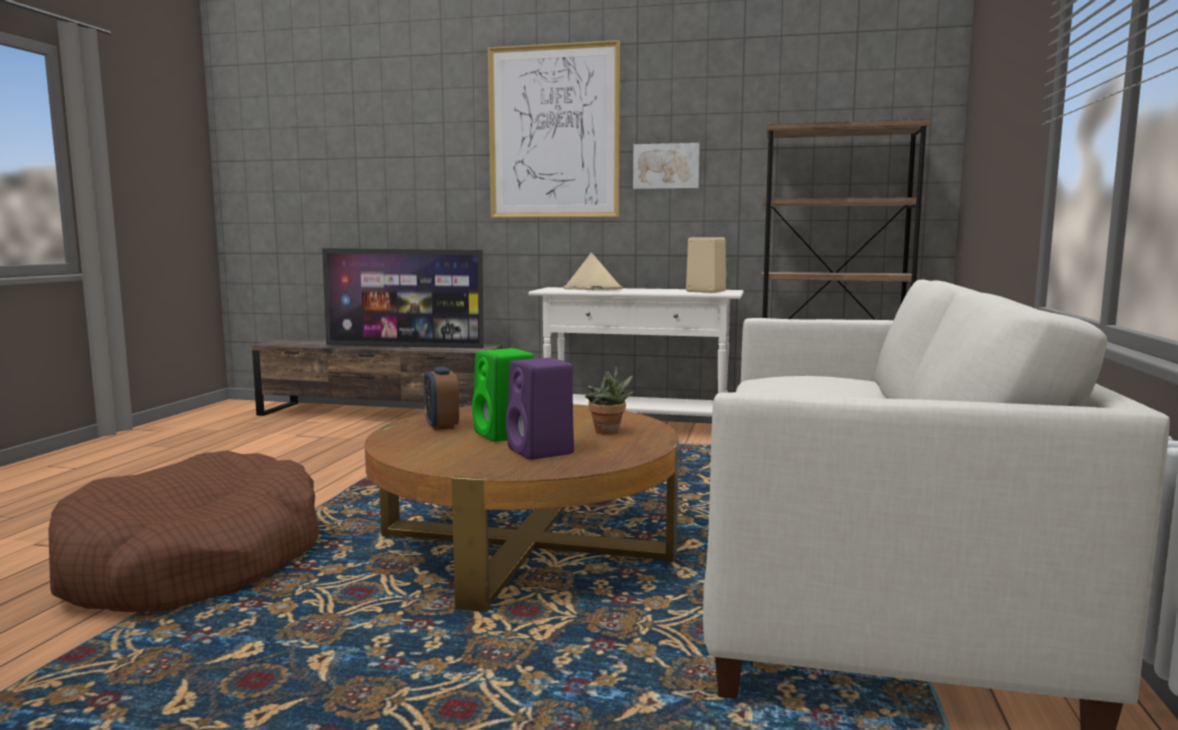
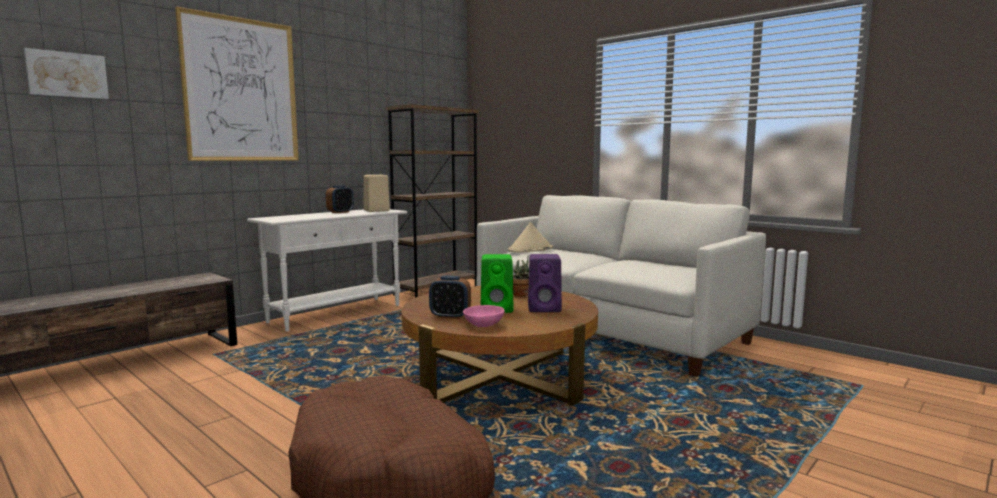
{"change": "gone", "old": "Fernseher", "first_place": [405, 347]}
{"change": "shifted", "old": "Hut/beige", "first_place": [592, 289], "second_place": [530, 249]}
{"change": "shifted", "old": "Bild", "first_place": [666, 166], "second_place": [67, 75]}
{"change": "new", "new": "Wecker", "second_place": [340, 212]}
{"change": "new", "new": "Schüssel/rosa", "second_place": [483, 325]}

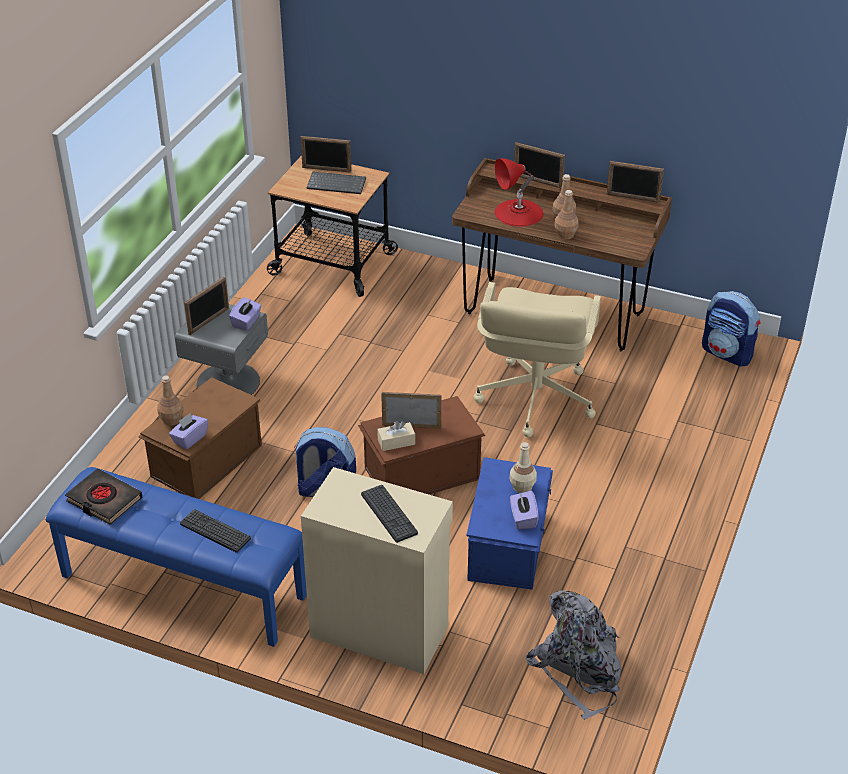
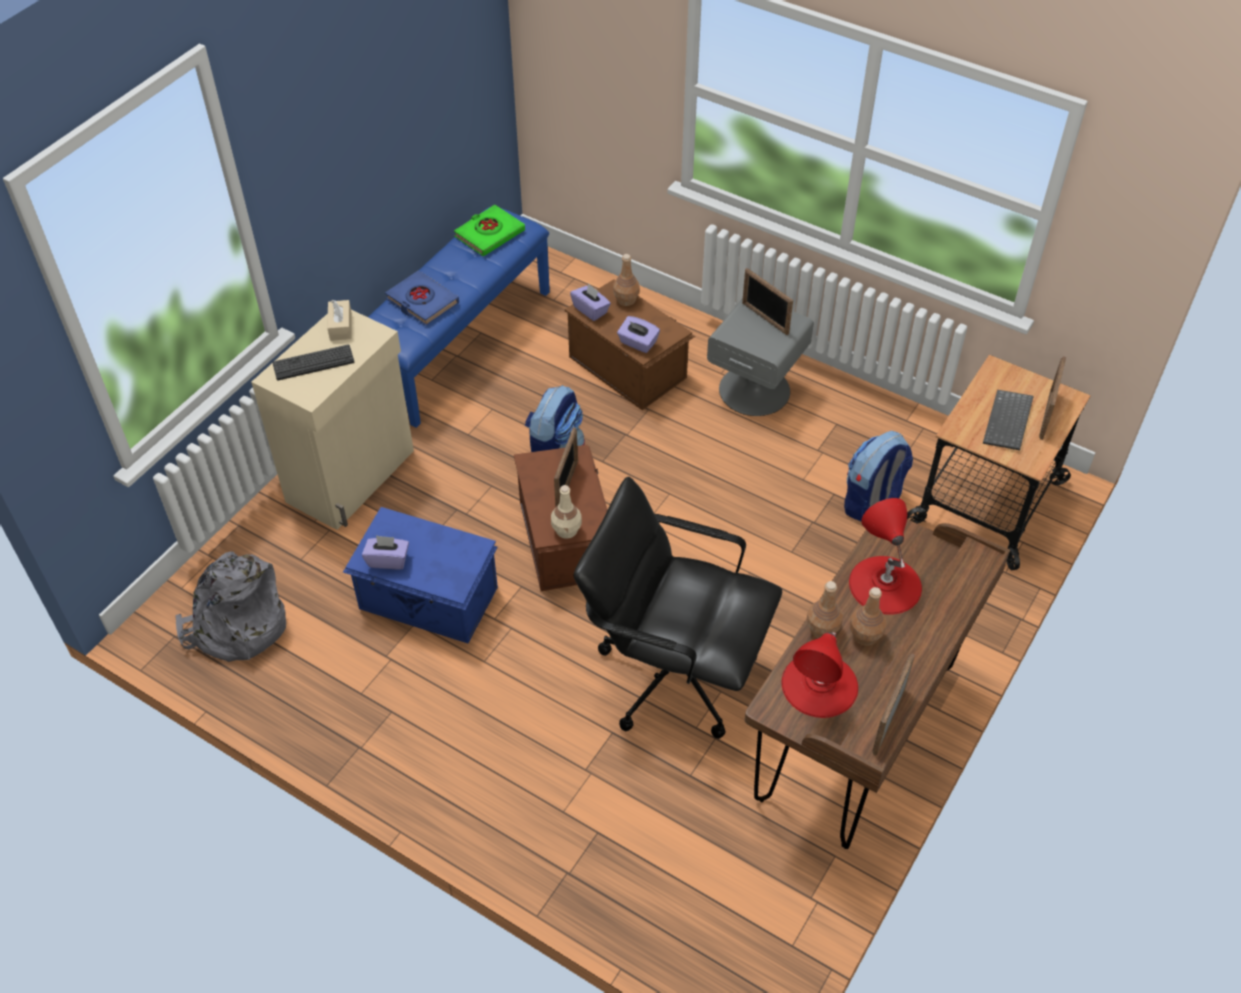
{"change": "repainted", "old": "Buch/schwarz", "new": "Buch/grün", "first_place": [104, 500], "second_place": [489, 234]}
{"change": "swapped", "old": "Tastatur", "new": "Buch/blau", "first_place": [215, 531], "second_place": [422, 302]}
{"change": "shifted", "old": "Taschentuchbox/lila", "first_place": [246, 322], "second_place": [638, 343]}
{"change": "shifted", "old": "Taschentuchbox/beige", "first_place": [396, 442], "second_place": [340, 326]}
{"change": "repainted", "old": "Bürostuhl/beige", "new": "Bürostuhl/schwarz", "first_place": [534, 399], "second_place": [674, 674]}
{"change": "shifted", "old": "Flasche/beige", "first_place": [522, 487], "second_place": [567, 530]}
{"change": "gone", "old": "Bilderrahmen", "first_place": [537, 181]}
{"change": "shifted", "old": "Rucksack", "first_place": [727, 353], "second_place": [872, 502]}
{"change": "new", "new": "Tischlampe/rot", "second_place": [820, 685]}

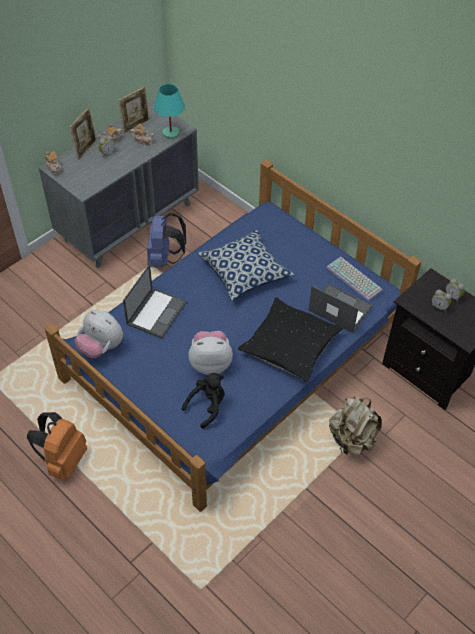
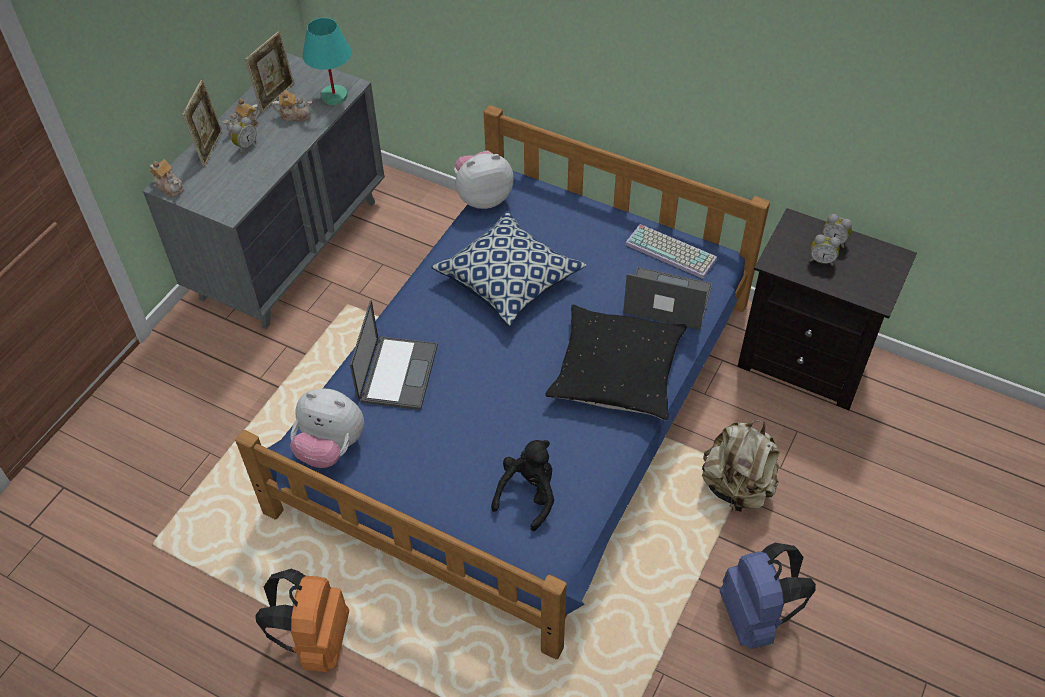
{"change": "shifted", "old": "Rucksack/blau", "first_place": [165, 258], "second_place": [755, 617]}
{"change": "shifted", "old": "Plüschtier", "first_place": [210, 363], "second_place": [483, 197]}

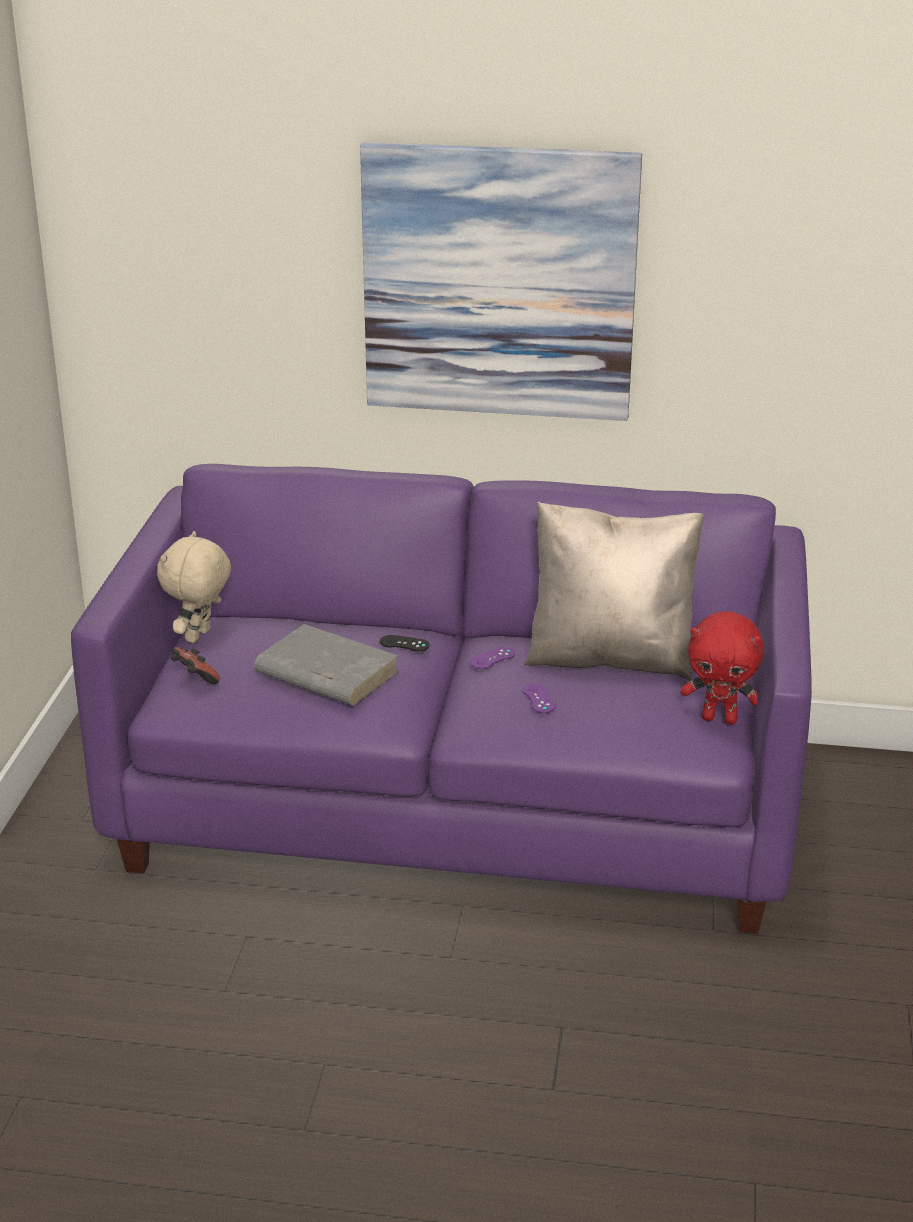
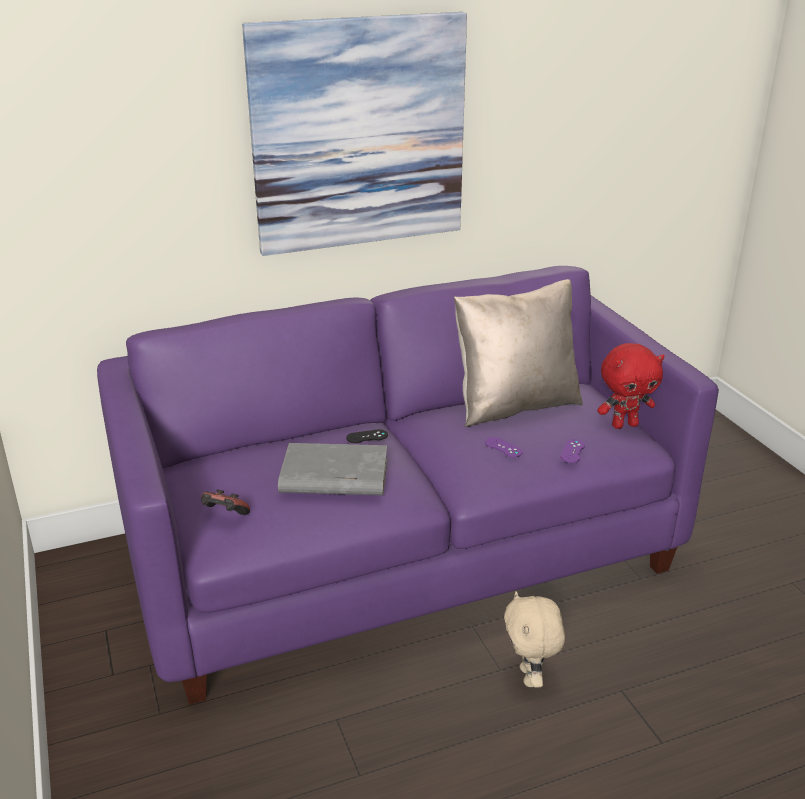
{"change": "shifted", "old": "Plüschtier/beige", "first_place": [199, 636], "second_place": [530, 677]}
{"change": "shifted", "old": "Gamepad/lila", "first_place": [493, 658], "second_place": [572, 451]}

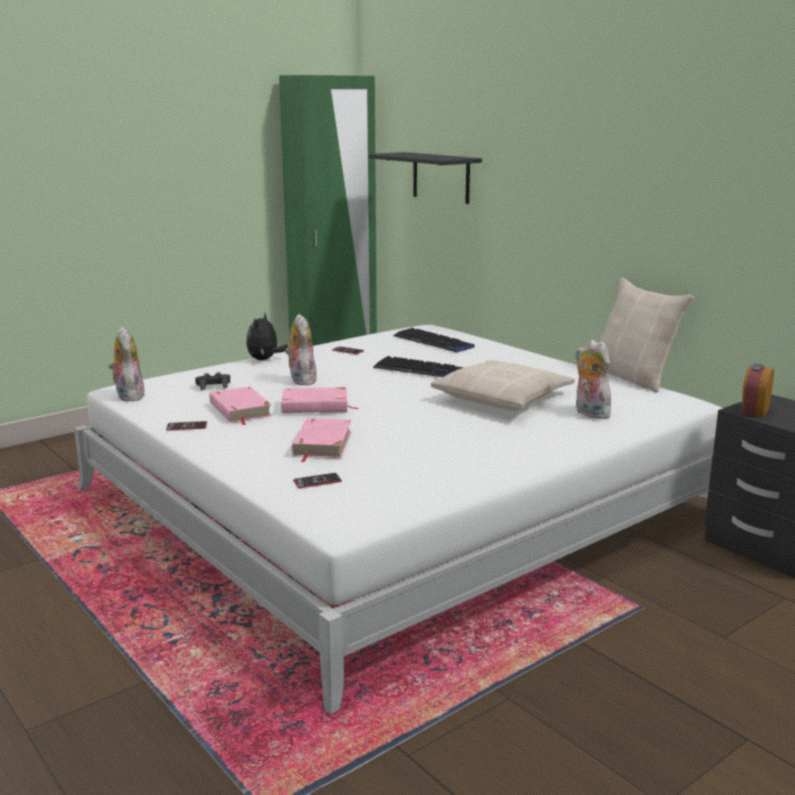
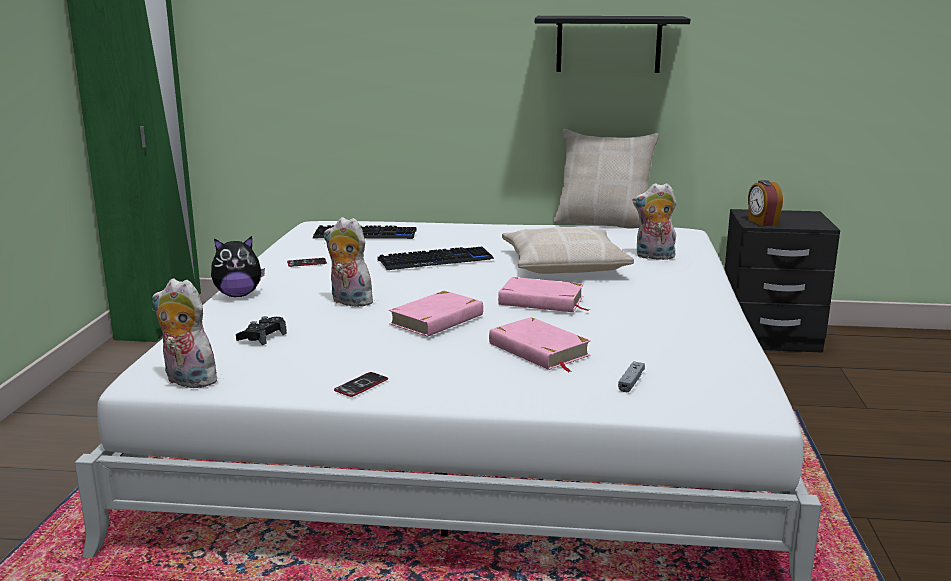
{"change": "shifted", "old": "Buch/rosa", "first_place": [240, 410], "second_place": [541, 301]}
{"change": "rotated", "old": "Plüschtier", "first_place": [265, 359], "second_place": [238, 295], "degrees": -75}
{"change": "swapped", "old": "Handy", "new": "Gamepad/grau", "first_place": [317, 481], "second_place": [631, 382]}
{"change": "shifted", "old": "Wandregal/schwarz", "first_place": [441, 177], "second_place": [608, 44]}

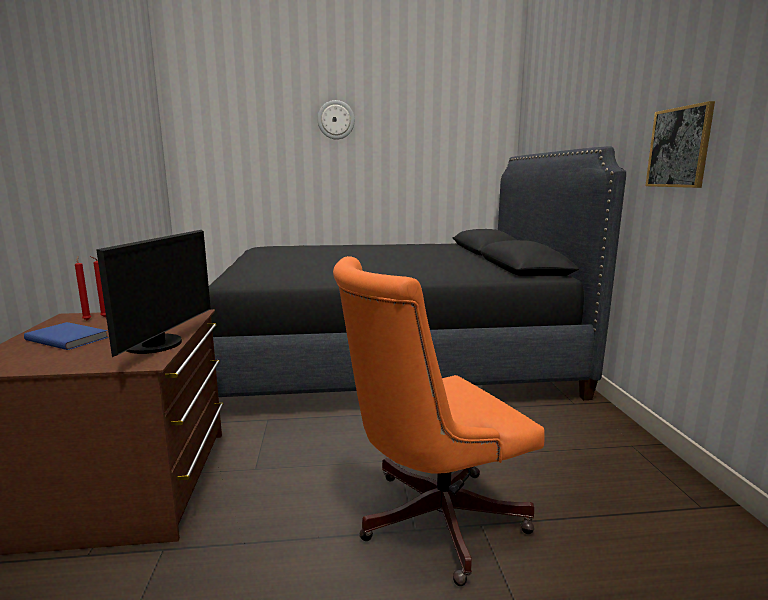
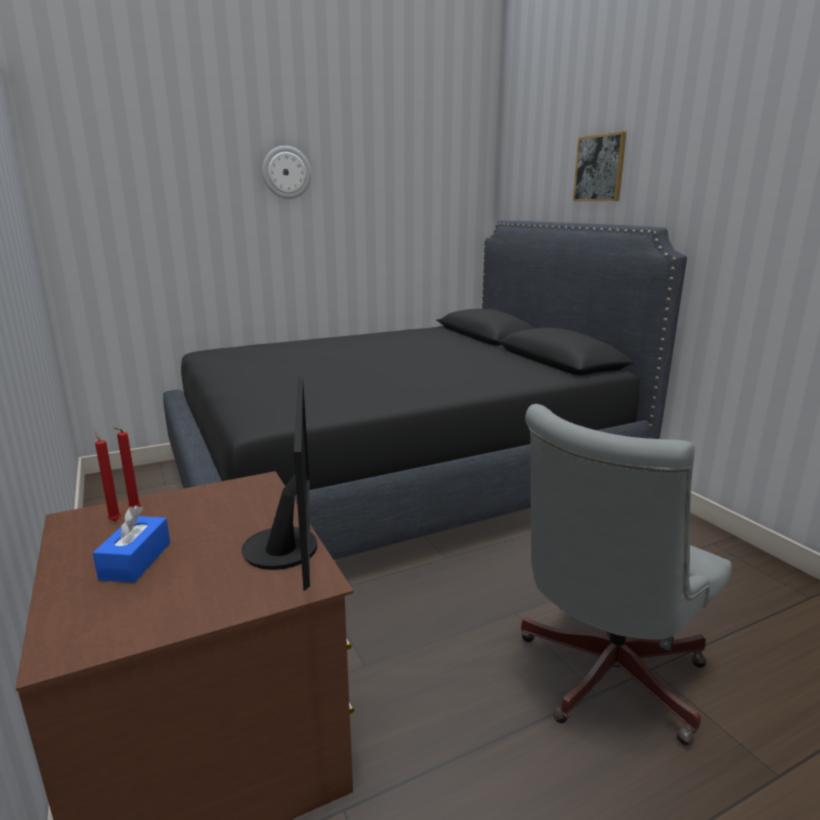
{"change": "swapped", "old": "Buch/blau", "new": "Taschentuchbox/blau", "first_place": [68, 338], "second_place": [136, 561]}
{"change": "repainted", "old": "Bürostuhl/orange", "new": "Bürostuhl/grau", "first_place": [430, 520], "second_place": [603, 678]}
{"change": "shifted", "old": "Bild", "first_place": [679, 147], "second_place": [599, 168]}

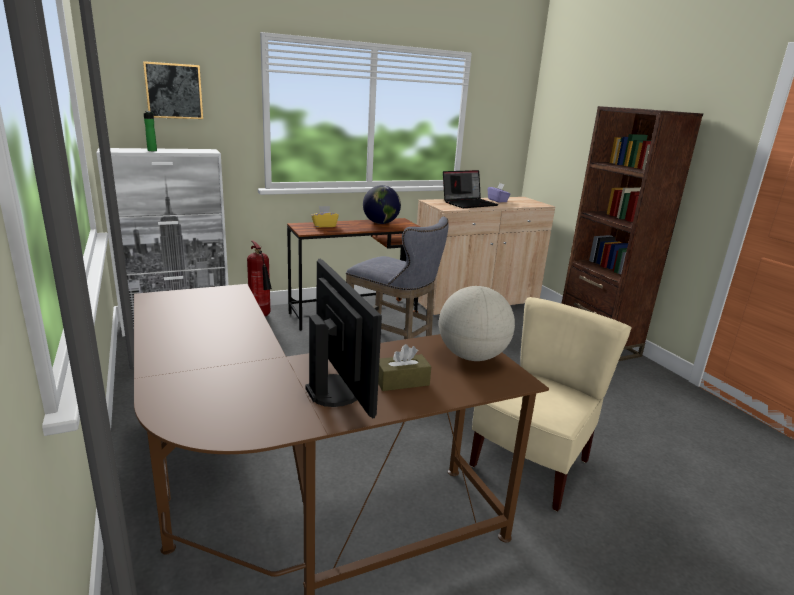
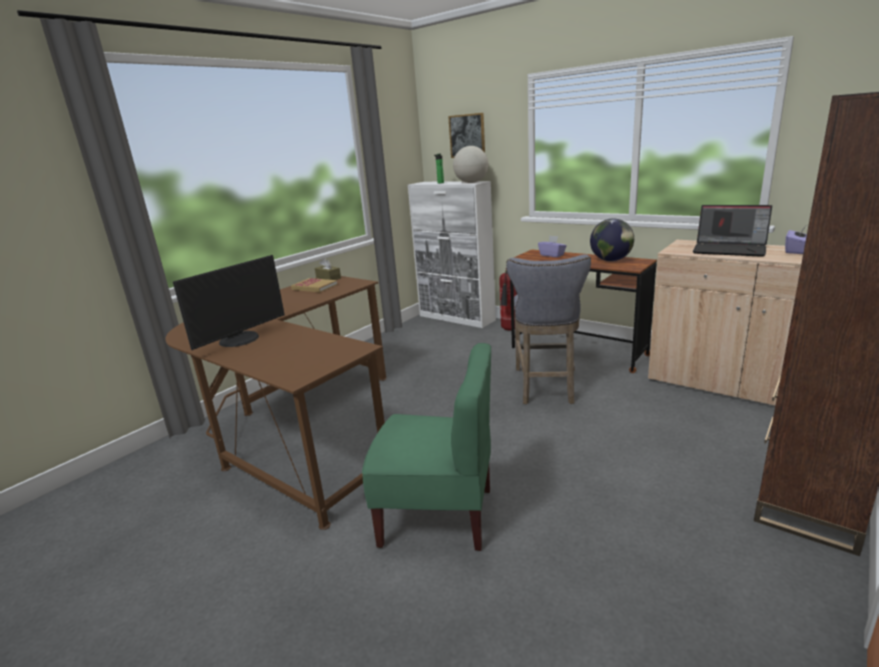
{"change": "repainted", "old": "Taschentuchbox/gelb", "new": "Taschentuchbox/lila", "first_place": [324, 225], "second_place": [552, 255]}
{"change": "shifted", "old": "Taschentuchbox/braun", "first_place": [402, 381], "second_place": [328, 278]}
{"change": "shifted", "old": "Globus", "first_place": [472, 356], "second_place": [471, 182]}
{"change": "repainted", "old": "Stuhl/beige", "new": "Stuhl/grün", "first_place": [532, 464], "second_place": [438, 515]}
{"change": "new", "new": "Buch", "second_place": [314, 287]}

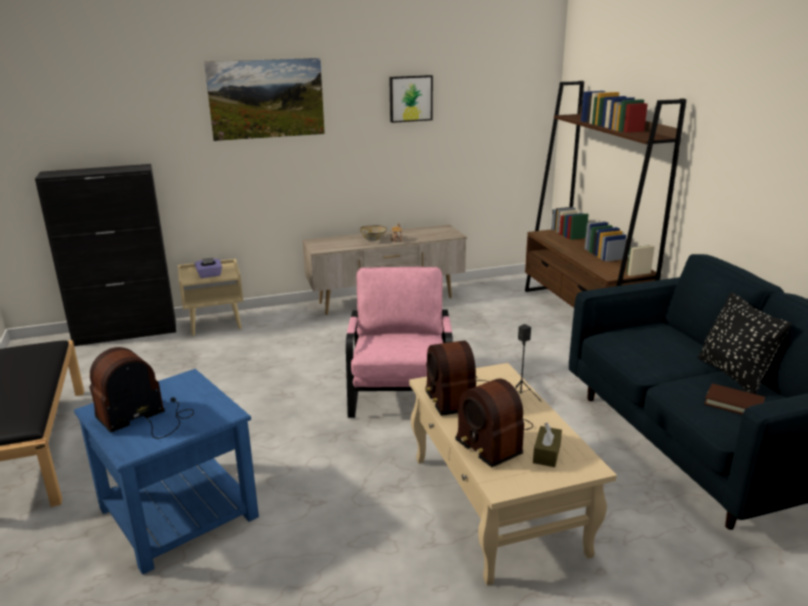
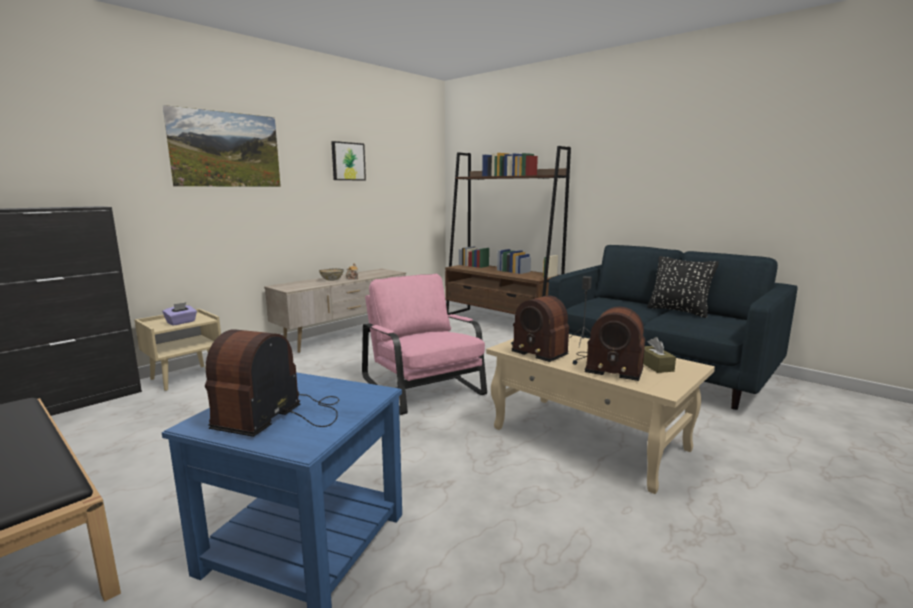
{"change": "gone", "old": "Buch/braun", "first_place": [733, 403]}

